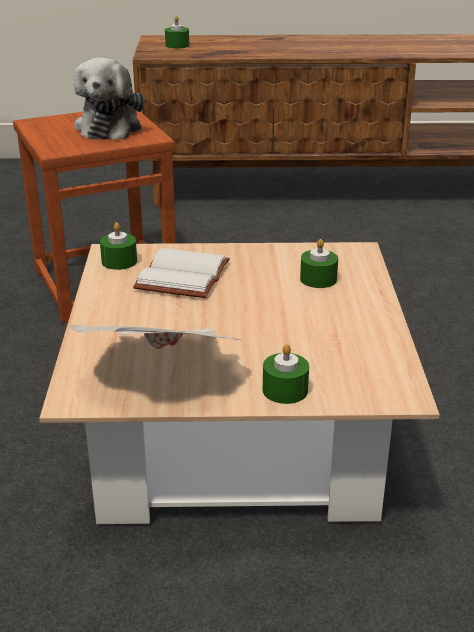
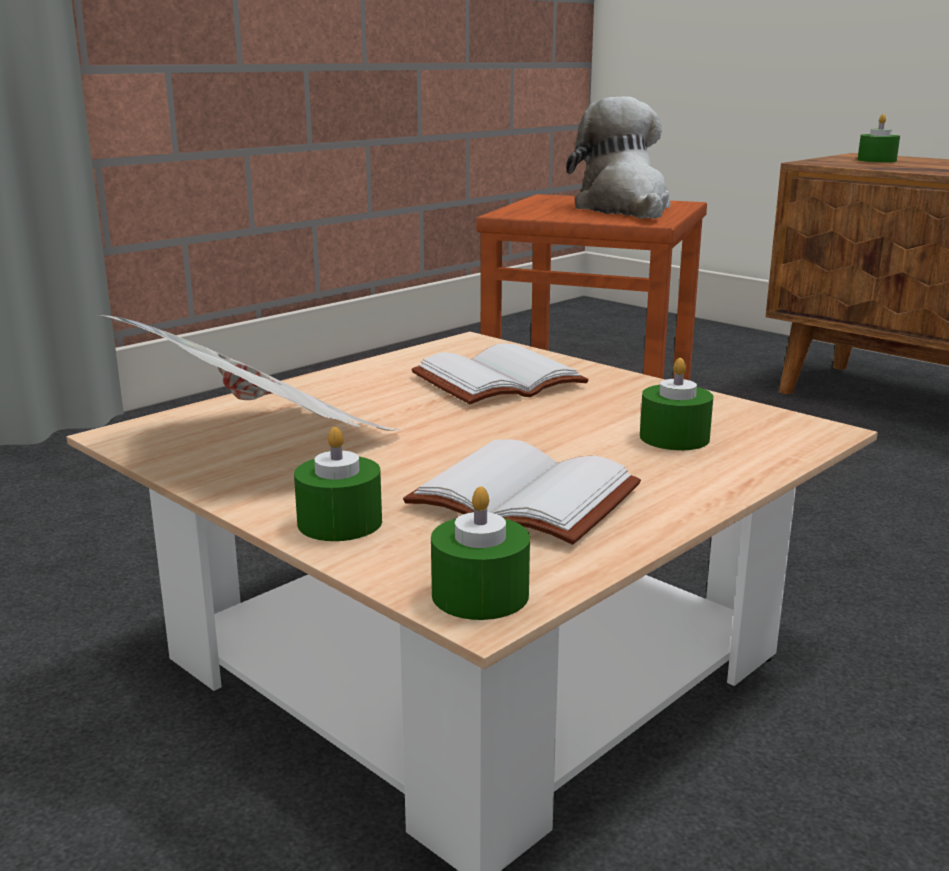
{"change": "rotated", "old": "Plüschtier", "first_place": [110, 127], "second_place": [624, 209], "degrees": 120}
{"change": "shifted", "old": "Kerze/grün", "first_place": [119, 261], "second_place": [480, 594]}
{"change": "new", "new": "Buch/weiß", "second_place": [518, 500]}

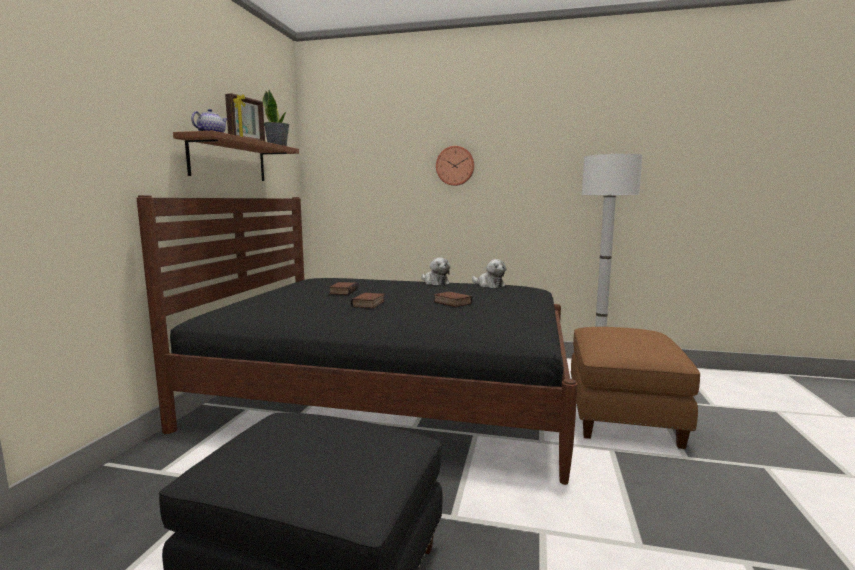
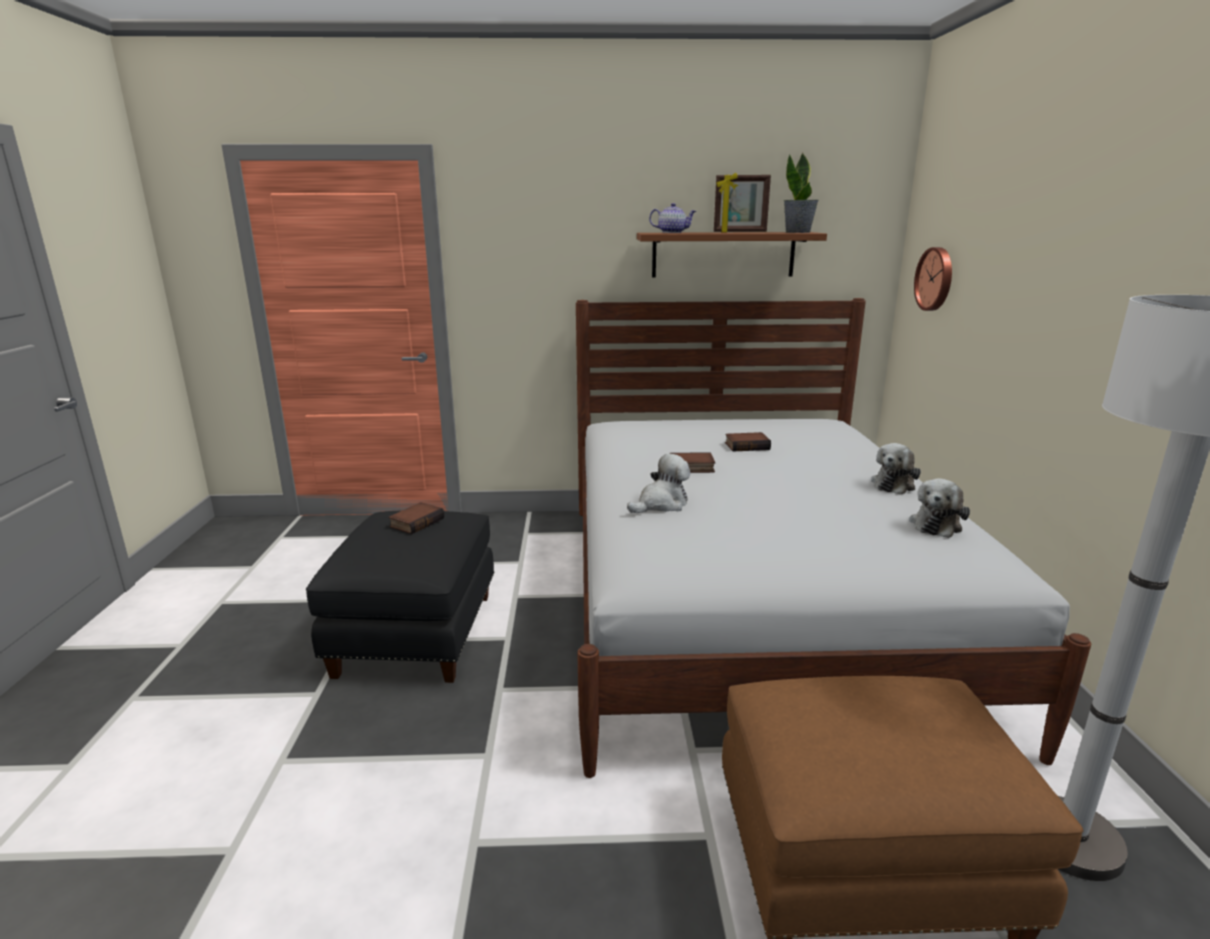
{"change": "repainted", "old": "Bett/schwarz", "new": "Bett/weiß", "first_place": [393, 393], "second_place": [749, 602]}
{"change": "shifted", "old": "Buch", "first_place": [451, 303], "second_place": [416, 522]}
{"change": "shifted", "old": "Wanduhr", "first_place": [455, 166], "second_place": [936, 279]}
{"change": "new", "new": "Plüschtier", "second_place": [661, 504]}

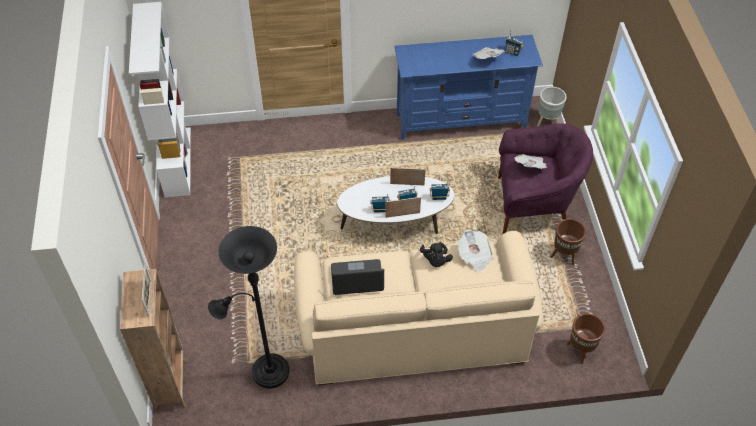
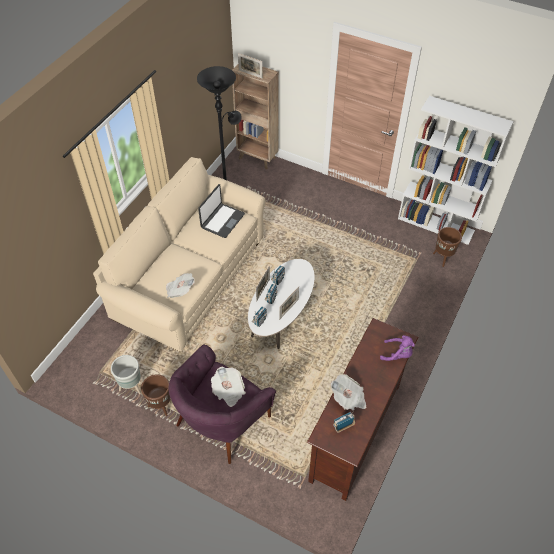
{"change": "repainted", "old": "Fernsehschrank/blau", "new": "Fernsehschrank/braun", "first_place": [461, 120], "second_place": [356, 432]}
{"change": "gone", "old": "Plüschtier/schwarz", "first_place": [435, 260]}
{"change": "shifted", "old": "Pflanzkübel/grau", "first_place": [547, 123], "second_place": [131, 386]}
{"change": "shifted", "old": "Pflanzkübel/braun", "first_place": [580, 350], "second_place": [443, 258]}
{"change": "new", "new": "Plüschtier/lila", "second_place": [397, 354]}

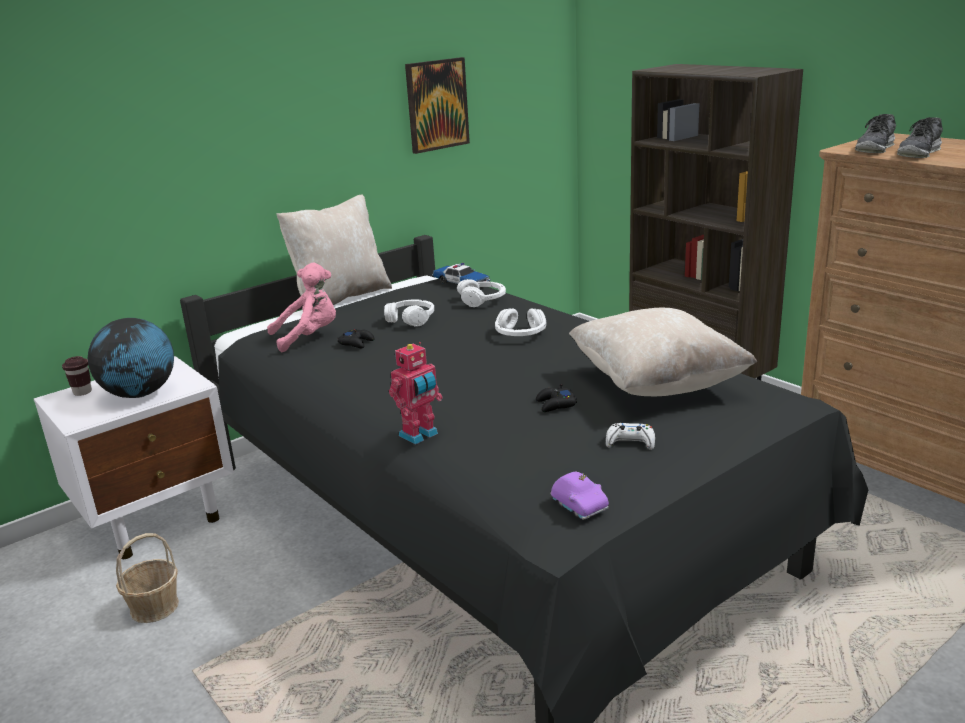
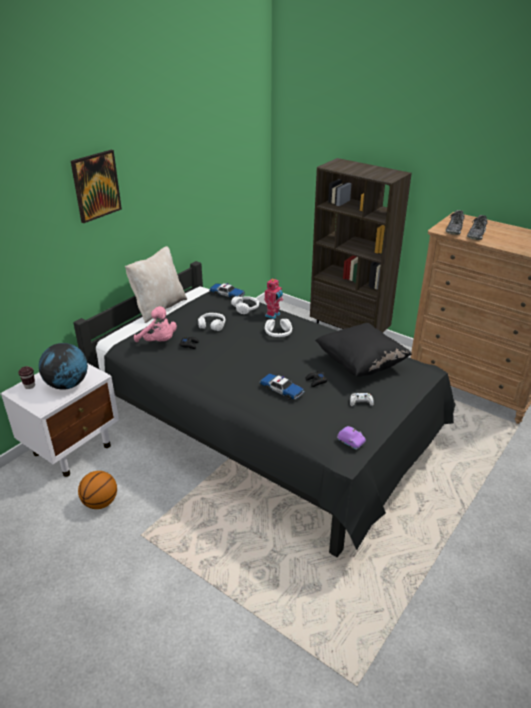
{"change": "swapped", "old": "Korb", "new": "Basketball", "first_place": [154, 607], "second_place": [100, 503]}
{"change": "rotated", "old": "Plüschtier/rosa", "first_place": [309, 337], "second_place": [158, 342], "degrees": 75}
{"change": "shifted", "old": "Spielzeugroboter", "first_place": [420, 435], "second_place": [273, 315]}
{"change": "shifted", "old": "Bild", "first_place": [436, 105], "second_place": [96, 186]}
{"change": "repainted", "old": "Kissen/beige", "new": "Kissen/schwarz", "first_place": [656, 384], "second_place": [360, 364]}
{"change": "new", "new": "Spielzeugauto", "second_place": [281, 390]}

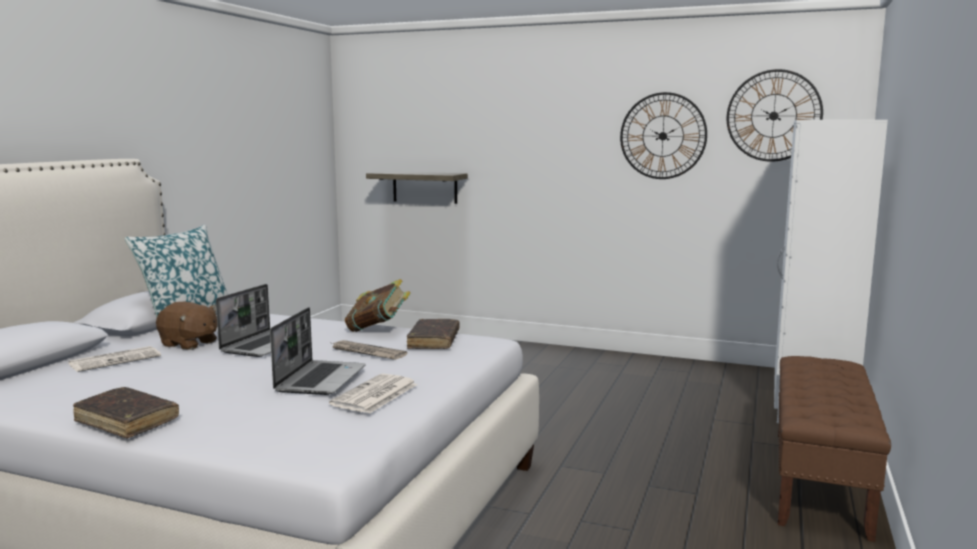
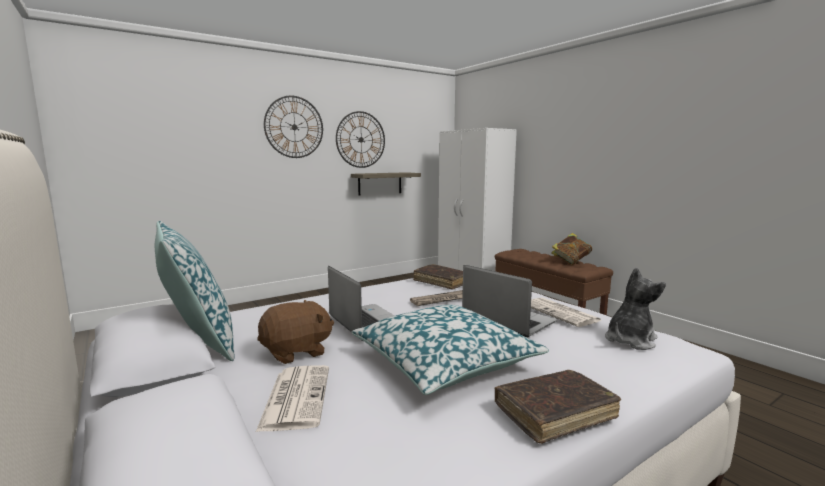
{"change": "shifted", "old": "Buch", "first_place": [378, 329], "second_place": [571, 262]}
{"change": "shifted", "old": "Wandregal", "first_place": [425, 187], "second_place": [380, 183]}
{"change": "shifted", "old": "Wanduhr", "first_place": [773, 115], "second_place": [294, 127]}
{"change": "new", "new": "Kissen", "second_place": [444, 361]}
{"change": "new", "new": "Plüschtier", "second_place": [629, 340]}

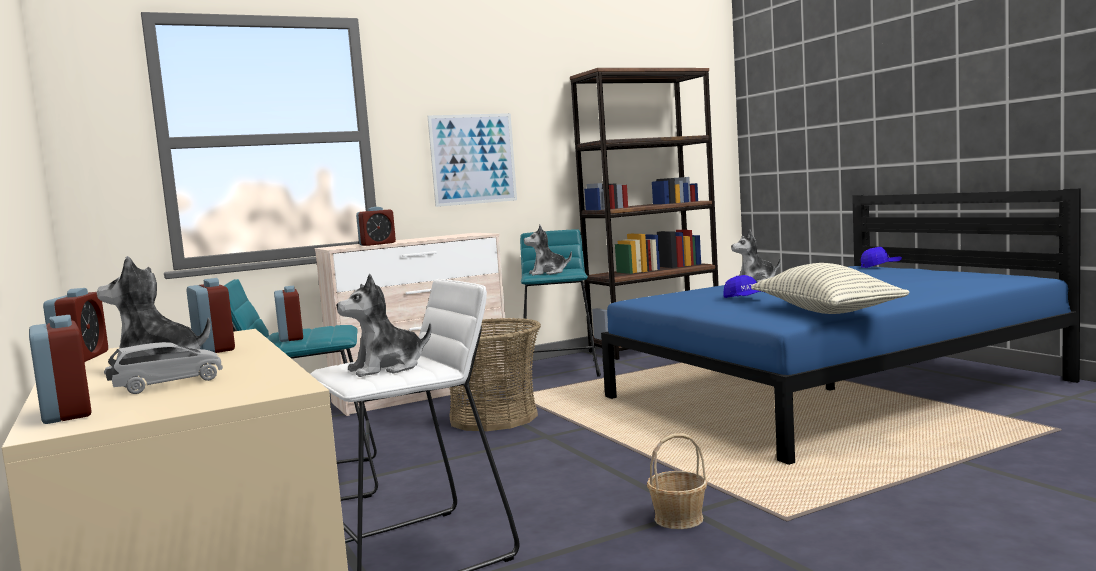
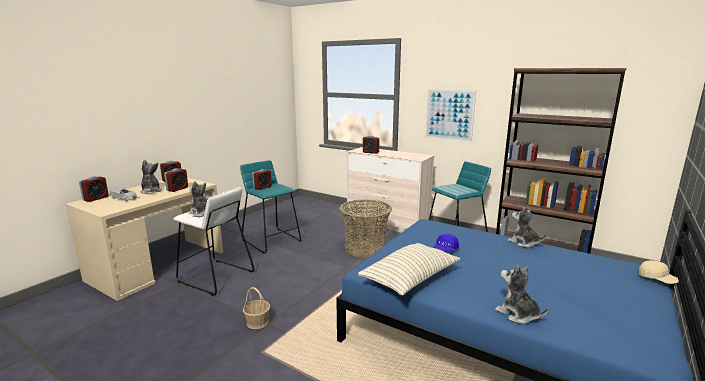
{"change": "shifted", "old": "Plüschtier", "first_place": [548, 273], "second_place": [517, 314]}
{"change": "repainted", "old": "Kappe/blau", "new": "Kappe/beige", "first_place": [880, 266], "second_place": [658, 279]}

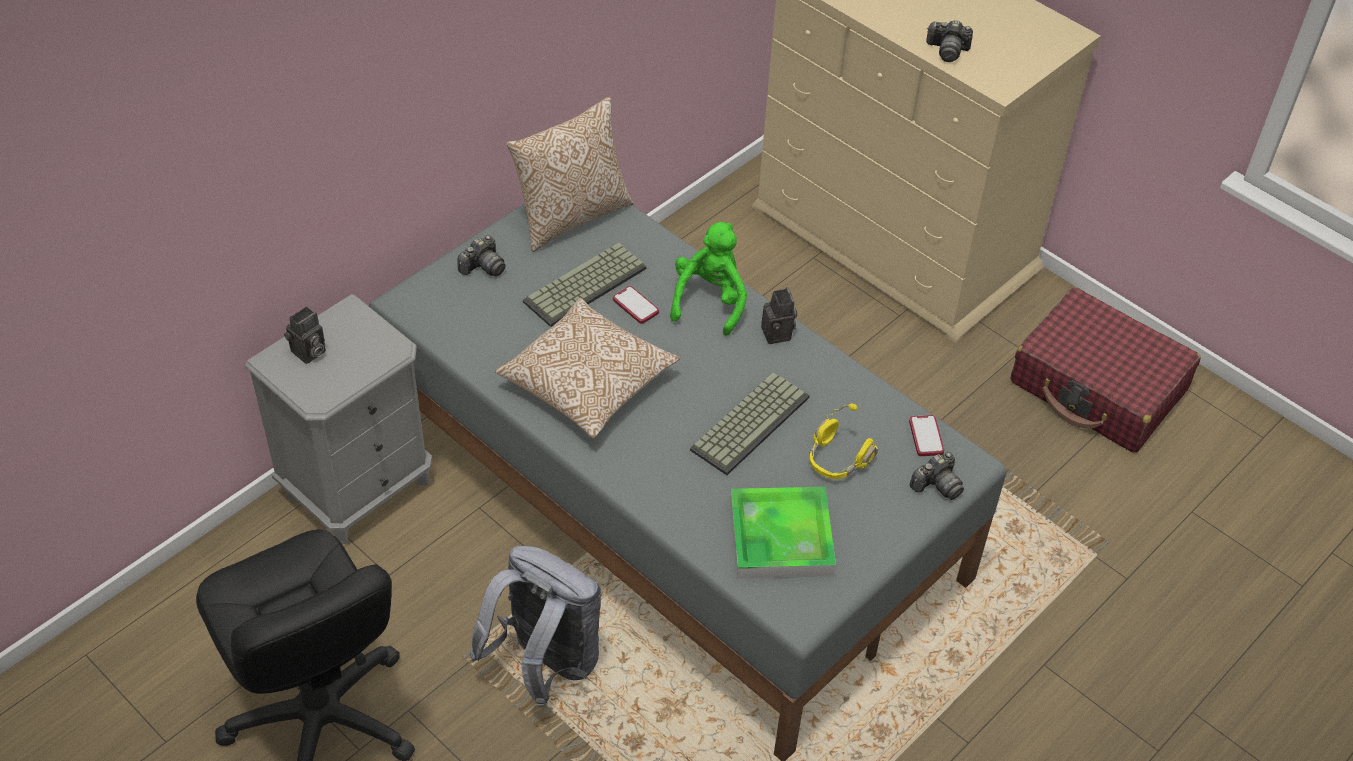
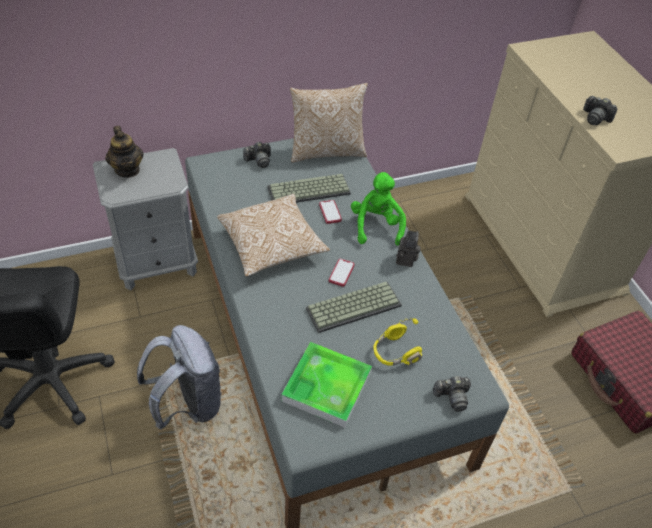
{"change": "swapped", "old": "Kamera", "new": "Teekanne", "first_place": [308, 353], "second_place": [127, 169]}
{"change": "rotated", "old": "Plüschtier/grün", "first_place": [709, 301], "second_place": [376, 226], "degrees": -45}
{"change": "shifted", "old": "Handy", "first_place": [926, 437], "second_place": [341, 273]}

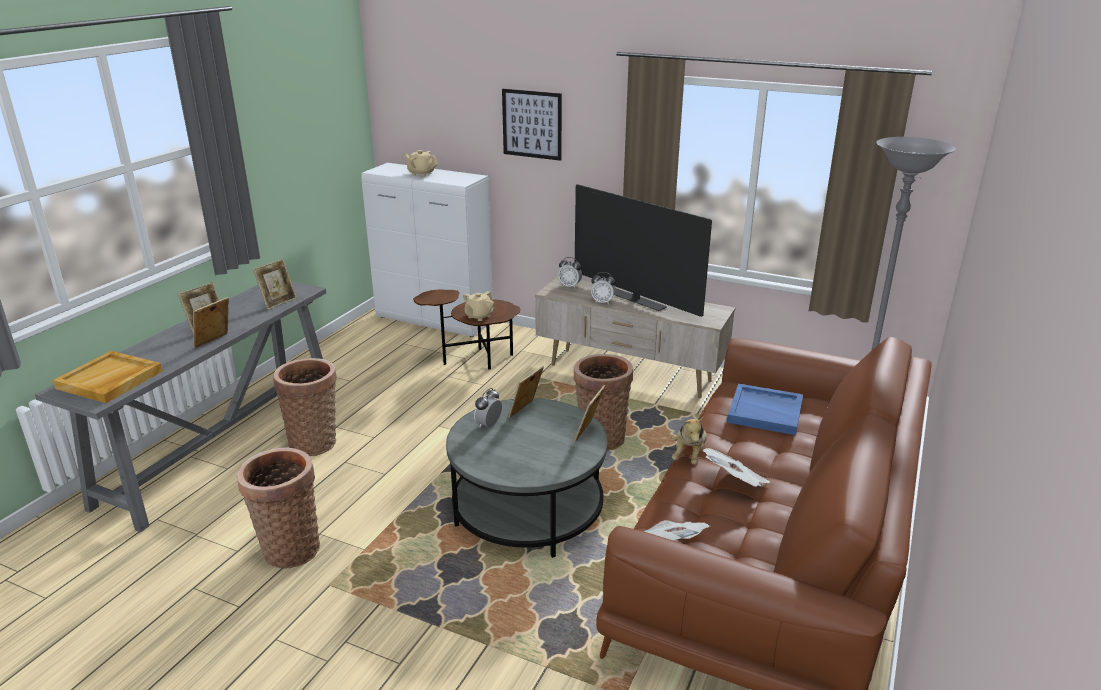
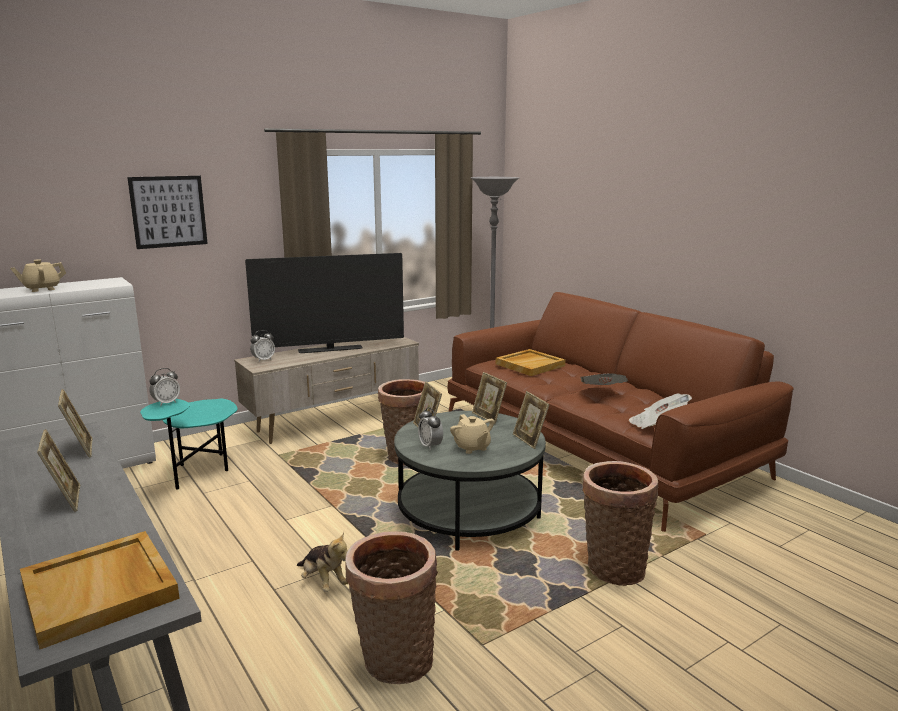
{"change": "shifted", "old": "Bilderrahmen", "first_place": [215, 342], "second_place": [529, 440]}
{"change": "shifted", "old": "Korb", "first_place": [315, 442], "second_place": [613, 567]}
{"change": "repainted", "old": "Beistelltisch/braun", "new": "Beistelltisch/türkis", "first_place": [474, 360], "second_place": [198, 473]}
{"change": "shifted", "old": "Teekanne/beige", "first_place": [478, 316], "second_place": [472, 447]}
{"change": "shifted", "old": "Wecker", "first_place": [602, 302], "second_place": [166, 403]}
{"change": "shifted", "old": "Plüschtier", "first_place": [689, 455], "second_place": [323, 582]}
{"change": "repainted", "old": "Tablett/blau", "new": "Tablett/beige", "first_place": [766, 412], "second_place": [530, 365]}

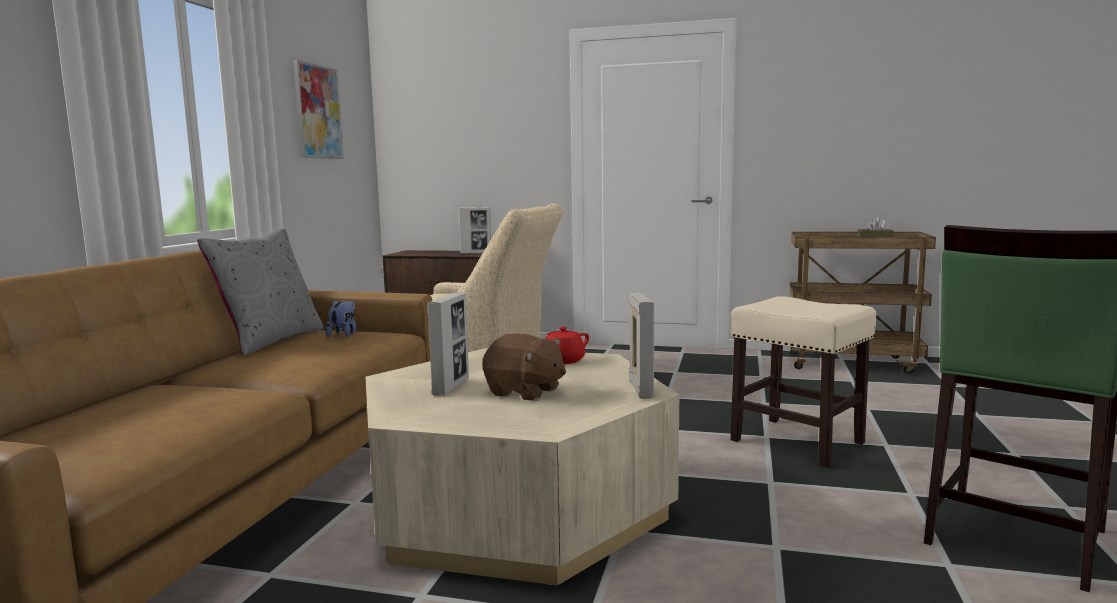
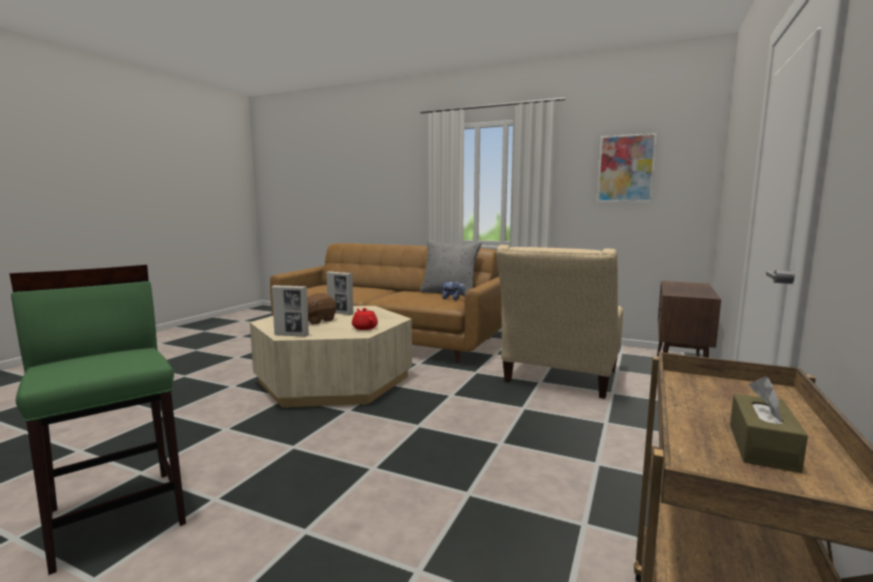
{"change": "gone", "old": "Bilderrahmen", "first_place": [476, 253]}
{"change": "gone", "old": "Hocker/beige", "first_place": [798, 442]}

